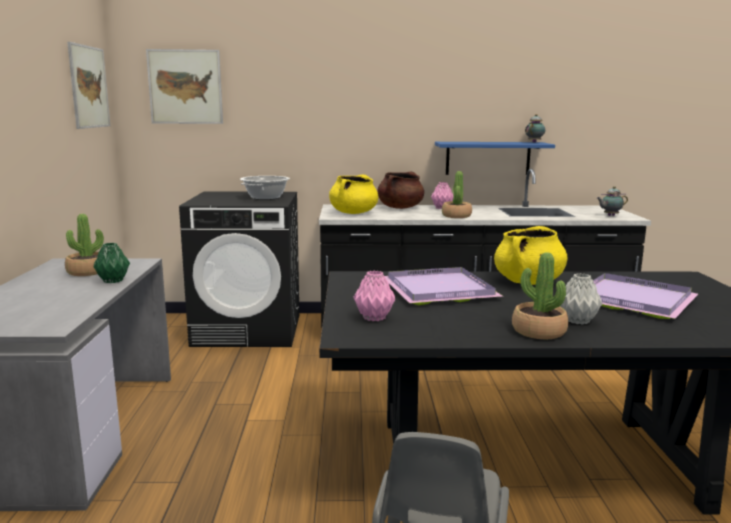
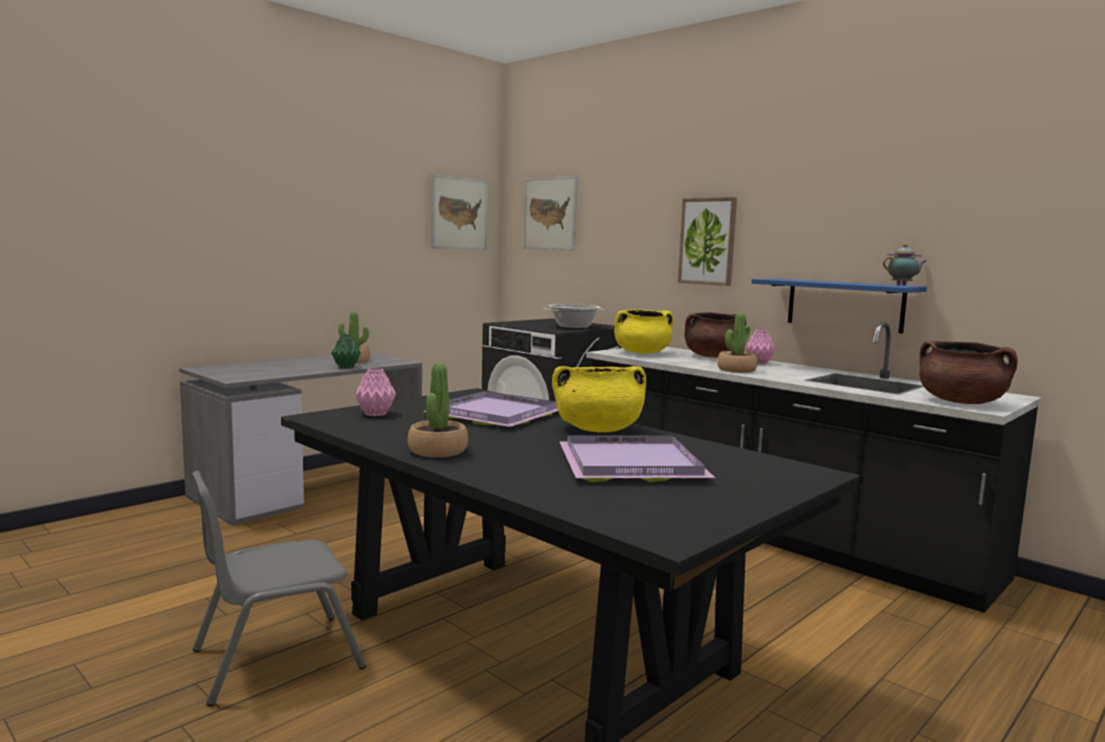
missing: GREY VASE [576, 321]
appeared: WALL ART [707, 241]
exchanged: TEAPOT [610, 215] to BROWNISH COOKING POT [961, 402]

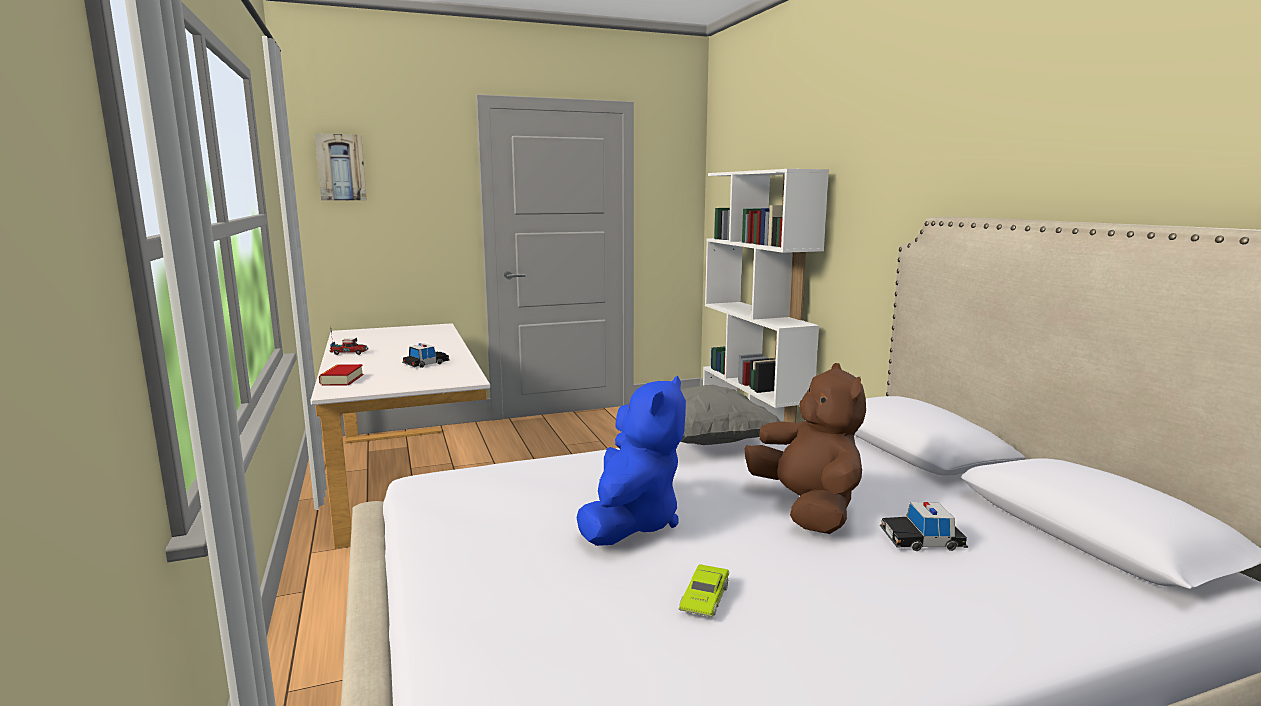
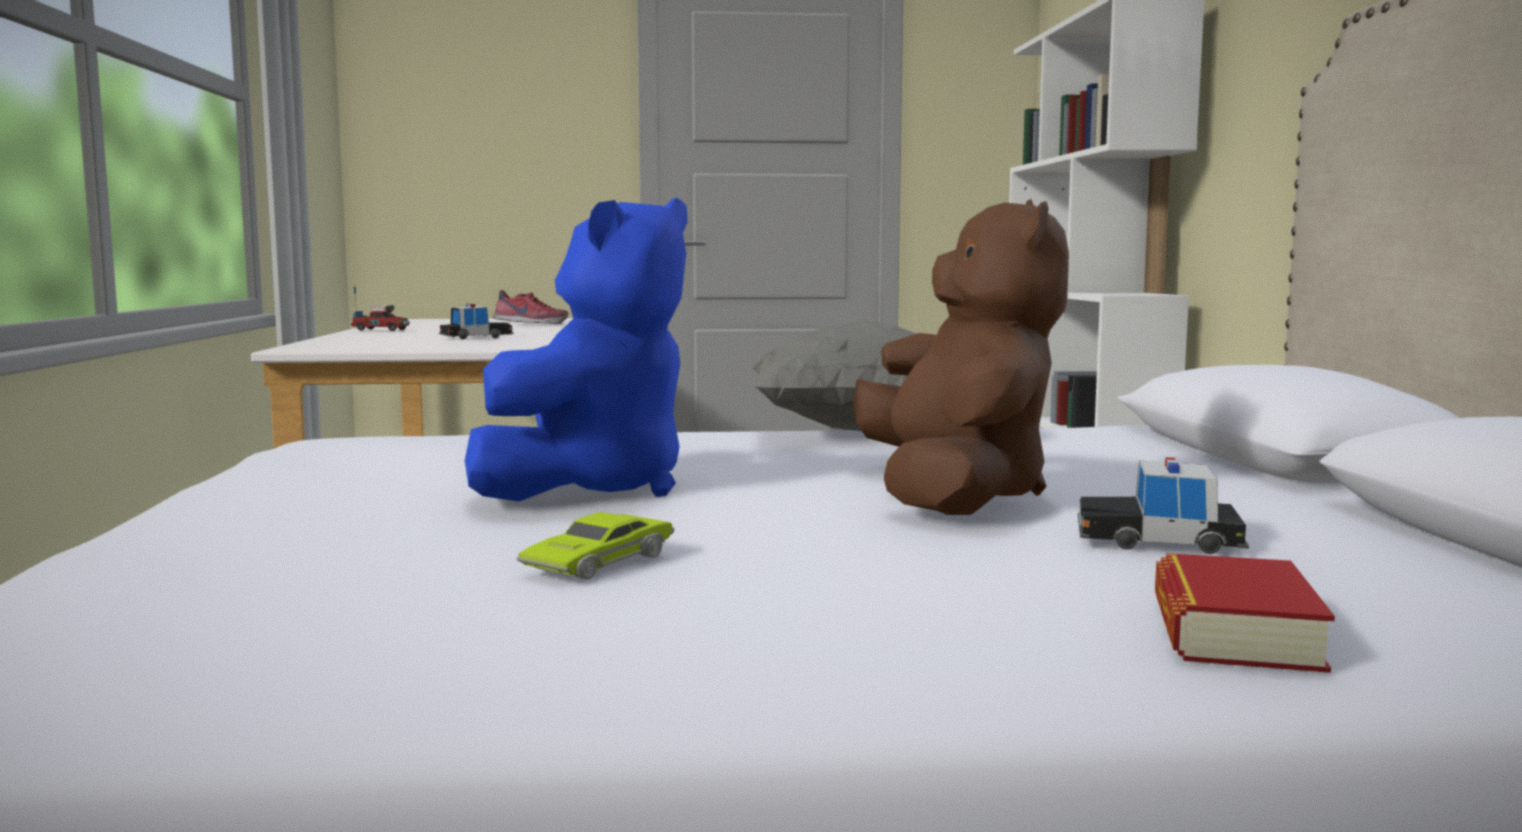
missing: WALL ART [341, 167]
appeared: SHOE [529, 323]
relocated: VOLUME [342, 379] to [1234, 632]

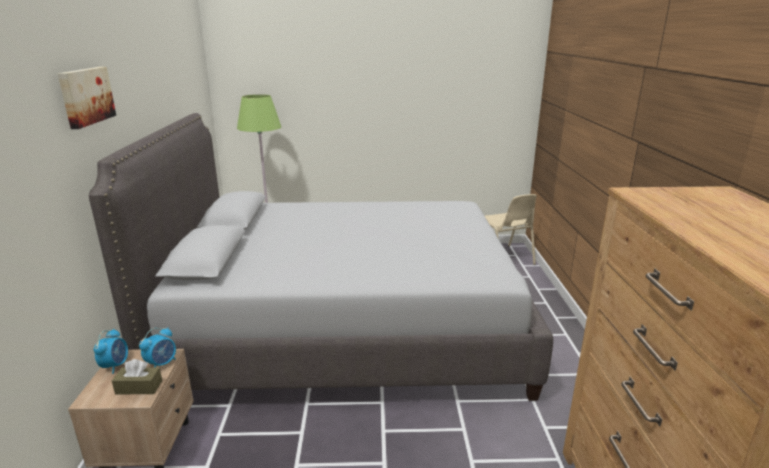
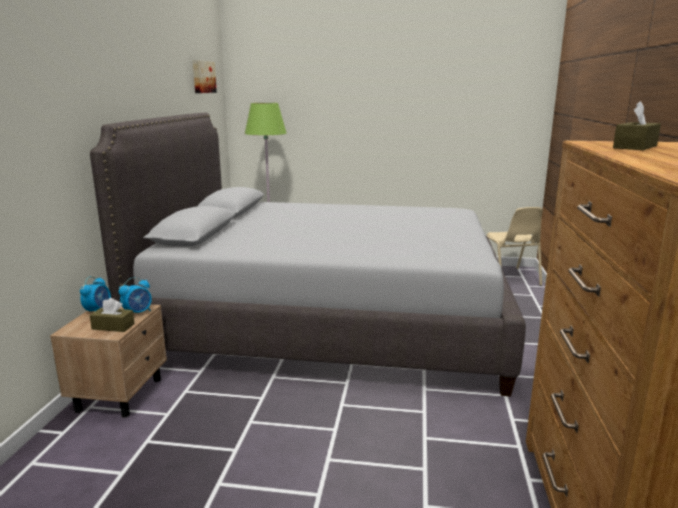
appeared: BROWNISH TISSUE BOX [635, 147]
relocated: WALL ART [85, 96] to [203, 77]

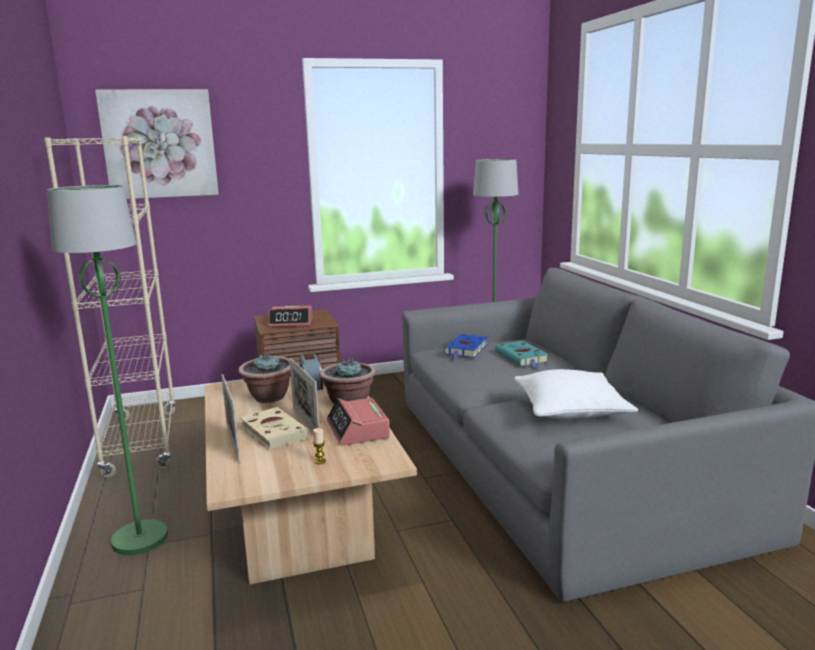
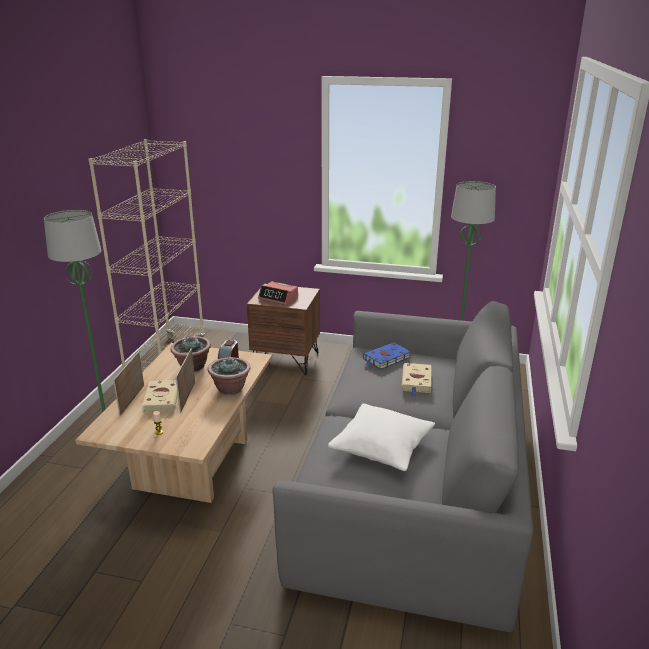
missing: WALL ART [159, 144]; BEDSIDE CLOCK [358, 430]
colour: TURQUOISE-COLOURED VOLUME [522, 358] to BEIGE-COLOURED VOLUME [416, 381]

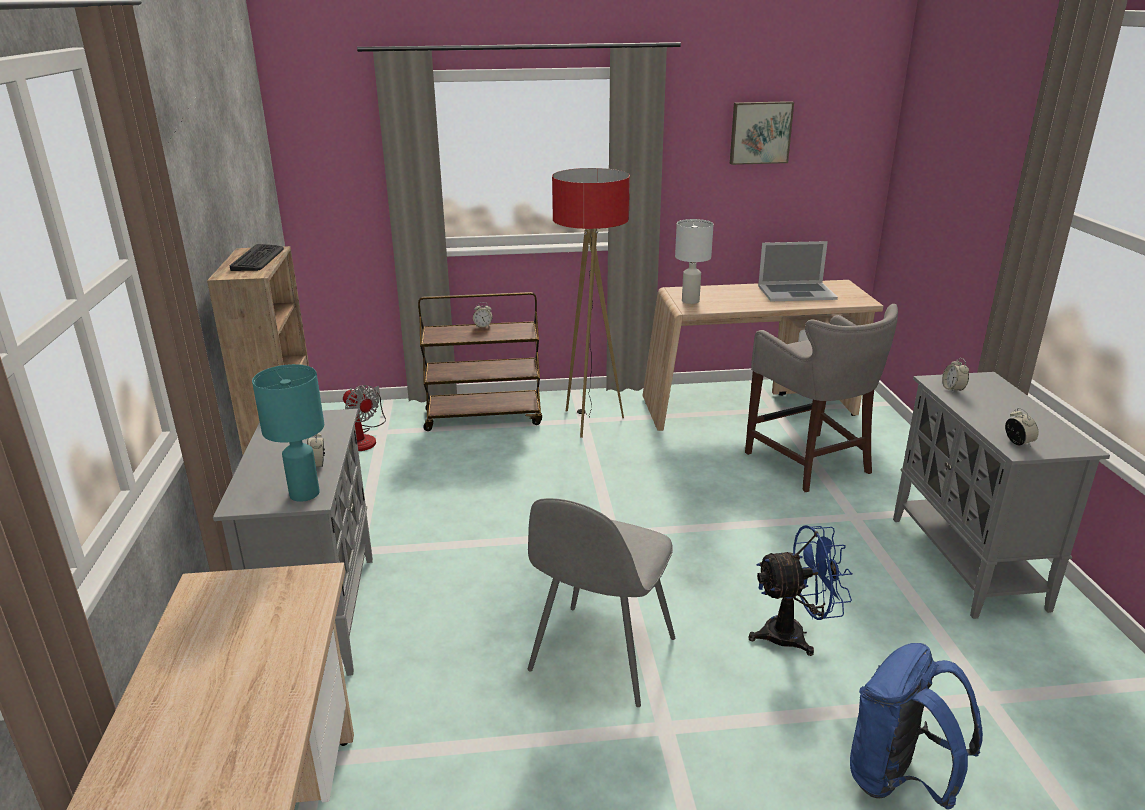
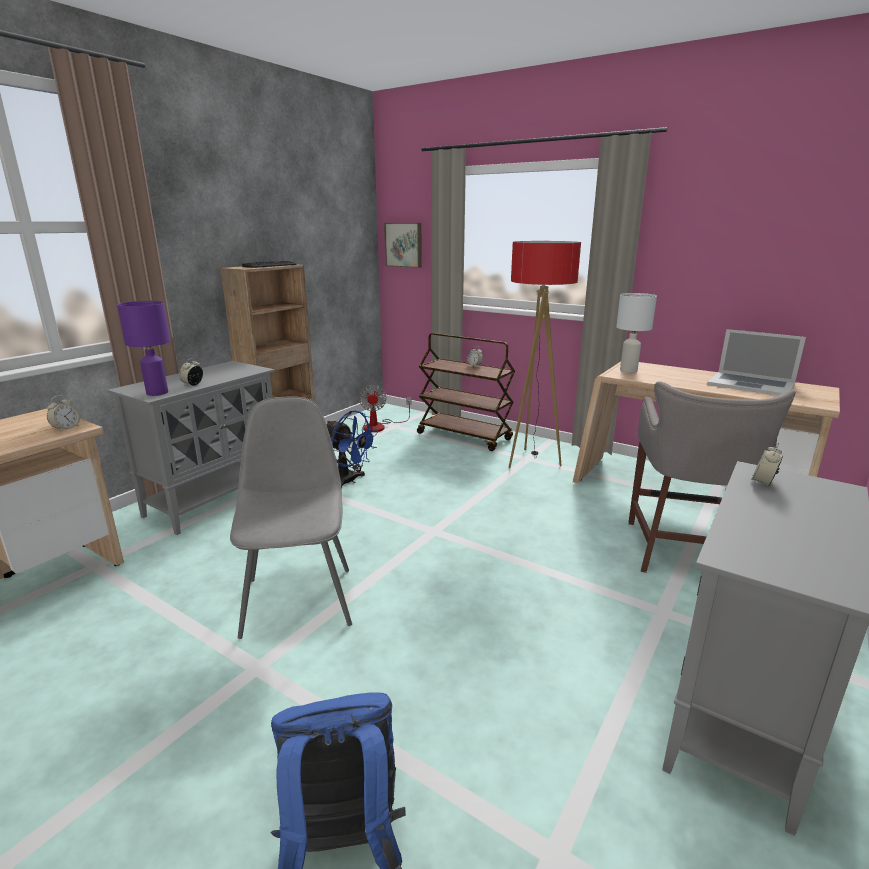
relocated: WALL ART [760, 132] to [404, 244]; BLUE COOLING FAN [794, 634] to [349, 481]; BEDSIDE CLOCK [1018, 443] to [66, 428]
colour: TURQUOISE-COLOURED LAMP FOR A TABLE [305, 493] to PURPLE-COLOURED LAMP FOR A TABLE [158, 393]
spun: GREY UPRIGHT CHAIR [601, 657] = [298, 599] 105 degrees clockwise

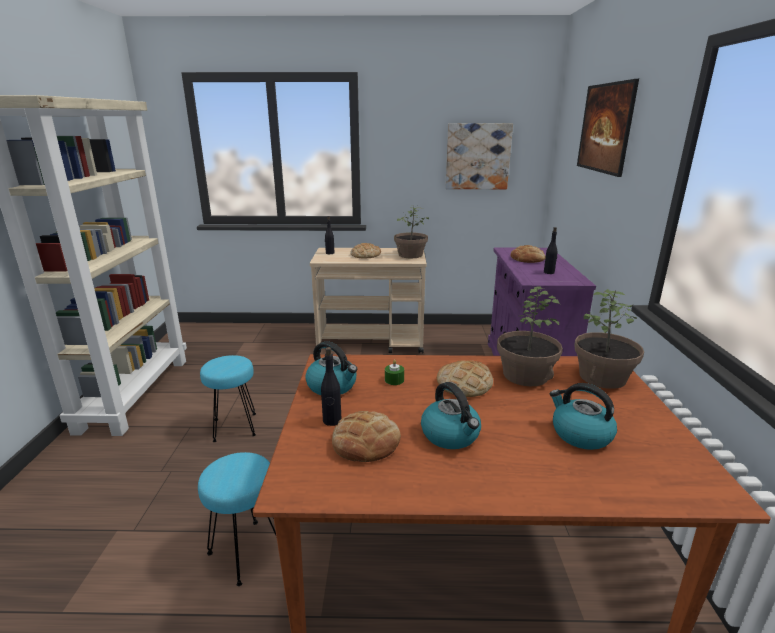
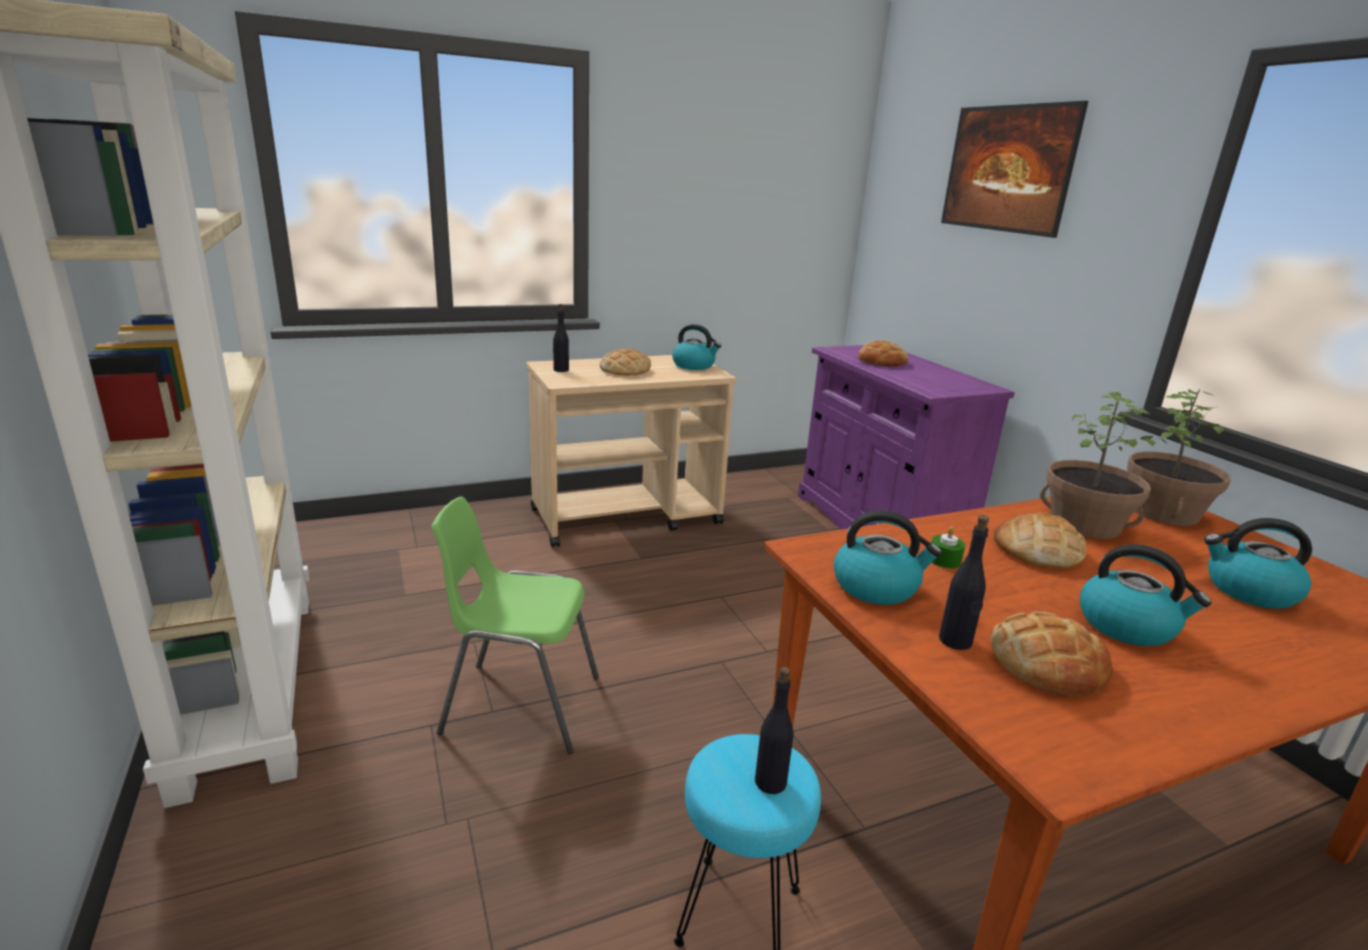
missing: WALL ART [477, 156]
relocated: BLACKISH BEVERAGE BOTTLE [549, 272] to [771, 782]
exchanged: TURQUOISE-COLOURED STOOL SEAT [235, 427] to GREEN UPRIGHT CHAIR [520, 704]; HOUSEPLANT [410, 255] to KETTLE [694, 365]

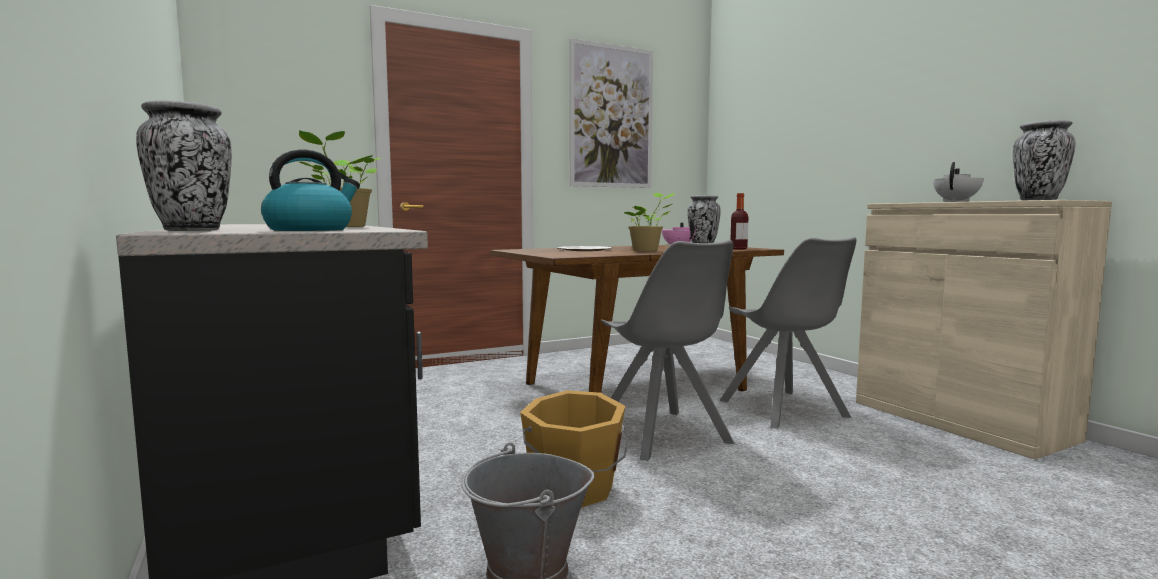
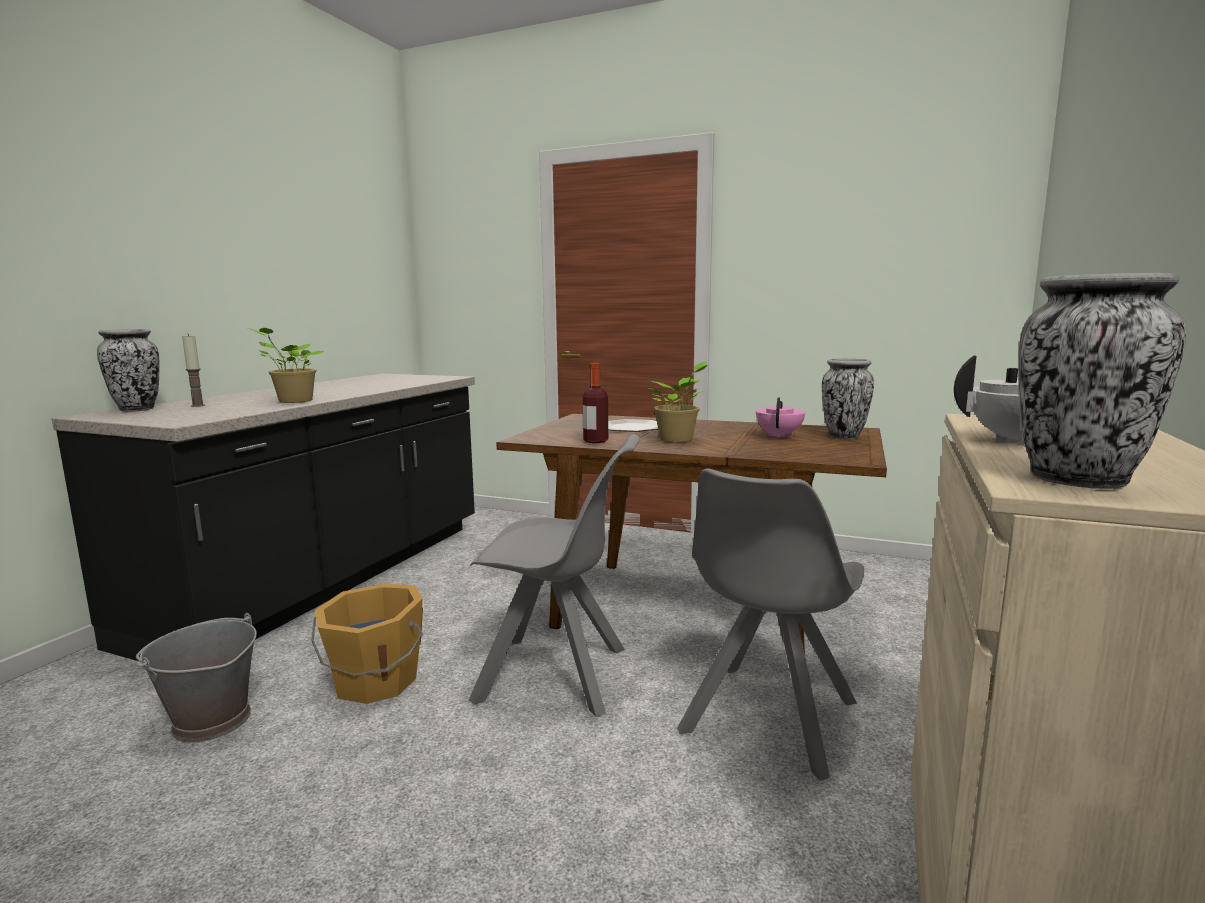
missing: KETTLE [311, 230]; WALL ART [611, 117]
appeared: WAX LIGHT [198, 406]
relocated: BEVERAGE BOTTLE [738, 249] to [595, 441]
spun: GREY UPRIGHT CHAIR [663, 436] = [557, 675] 105 degrees counterclockwise

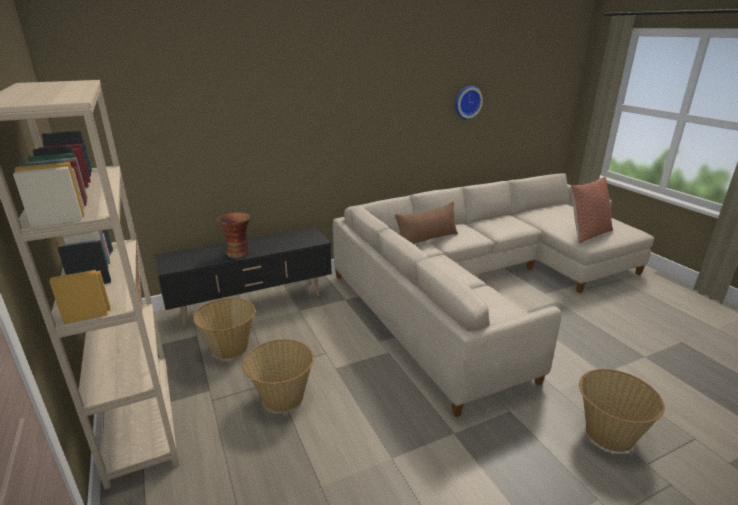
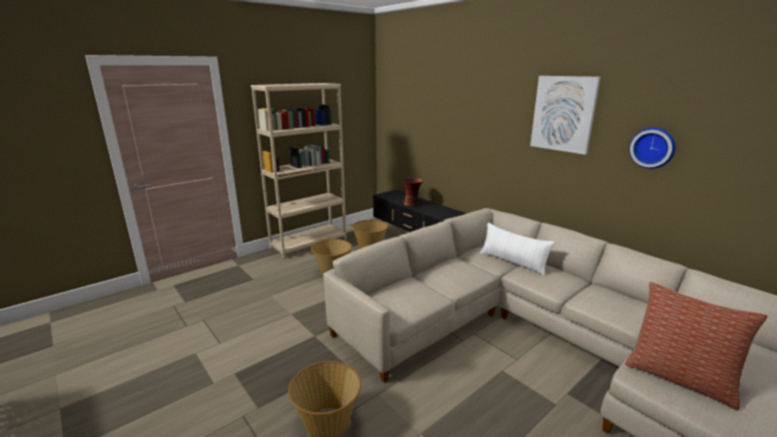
appeared: WALL ART [563, 114]
colour: BROWNISH CUSHION [427, 239] to WHITE CUSHION [513, 262]

